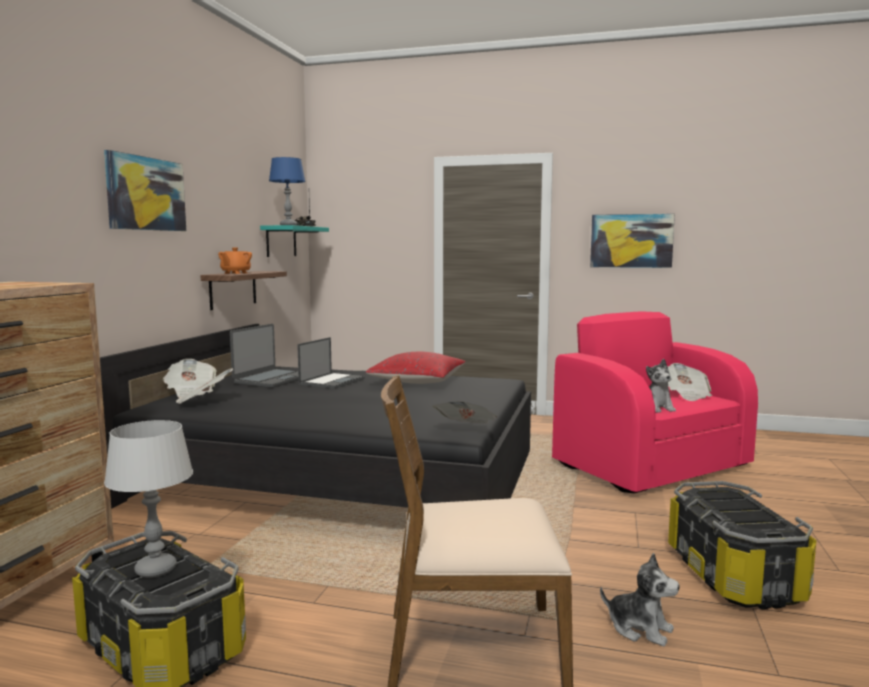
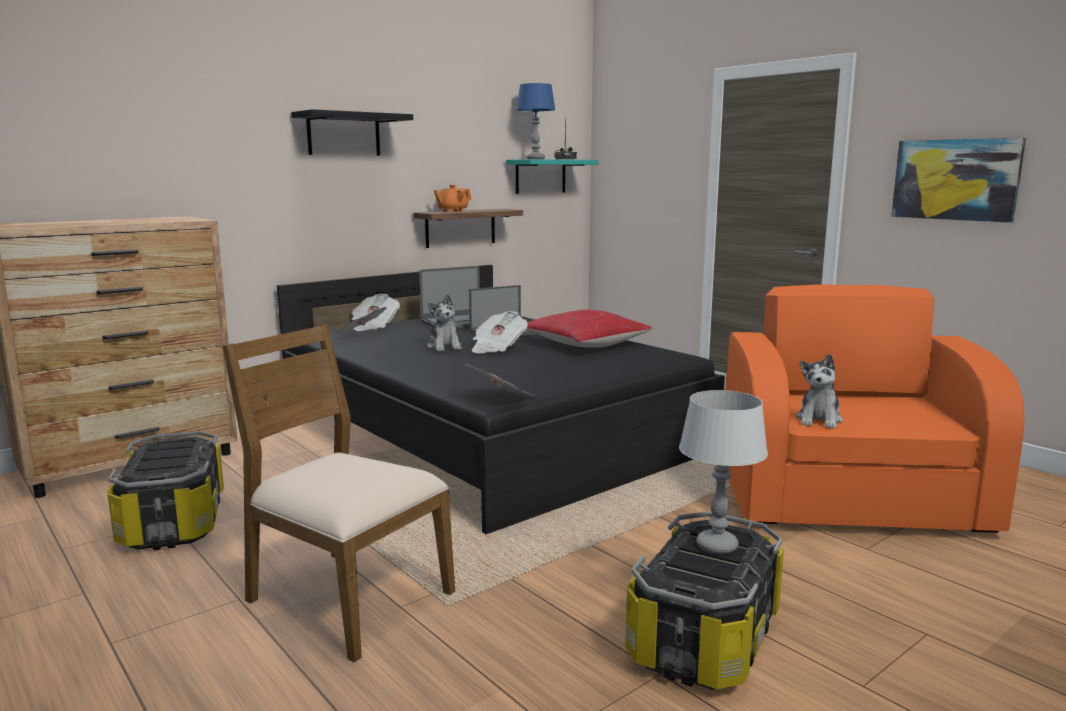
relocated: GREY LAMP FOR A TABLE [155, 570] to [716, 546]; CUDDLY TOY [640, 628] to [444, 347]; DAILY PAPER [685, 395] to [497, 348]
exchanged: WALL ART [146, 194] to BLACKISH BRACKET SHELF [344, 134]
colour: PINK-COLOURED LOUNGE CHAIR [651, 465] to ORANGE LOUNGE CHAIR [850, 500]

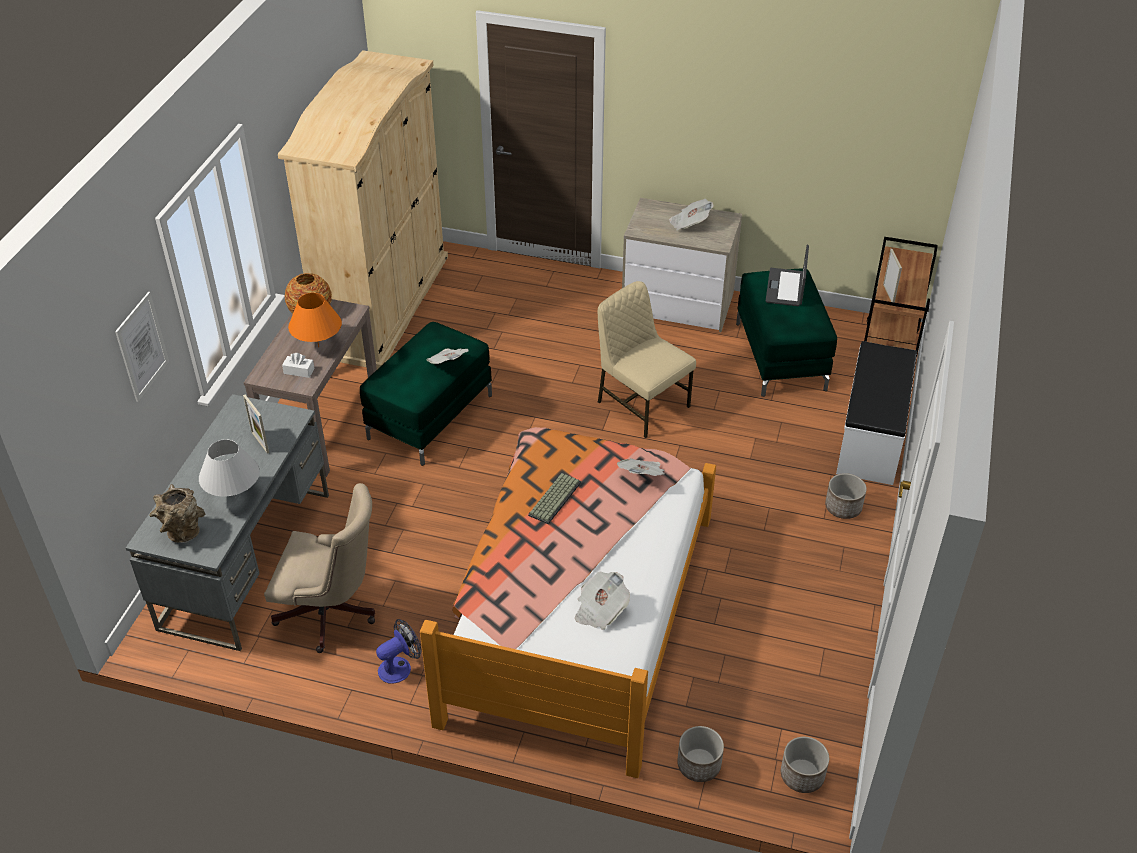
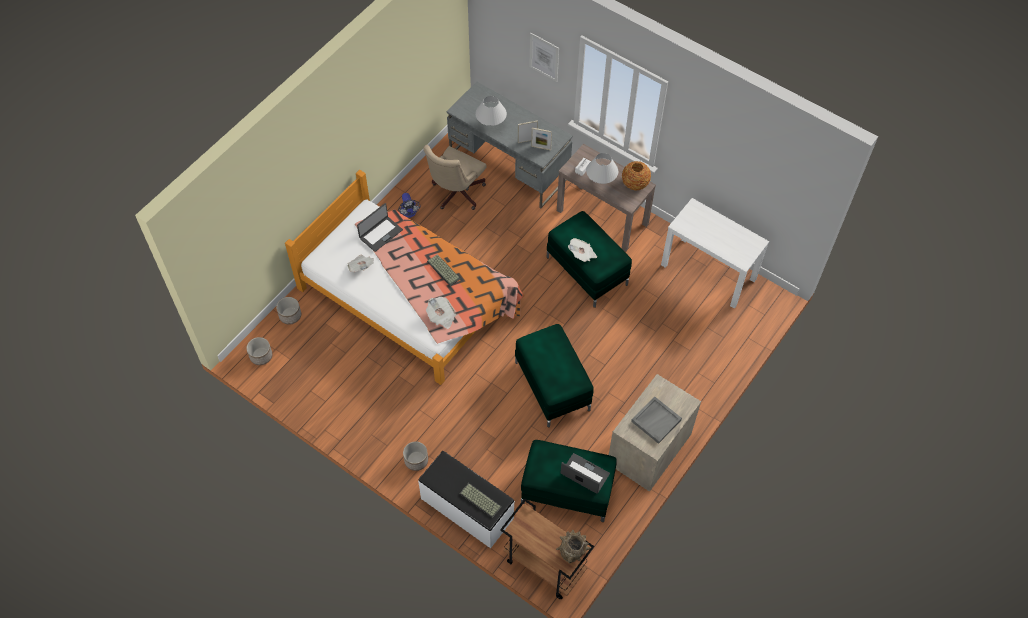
appeared: NOTEBOOK COMPUTER [380, 234]; KEYBOARD [479, 500]
relocated: BROWNISH VASE [182, 532] to [572, 552]; PICTURE FRAME [888, 294] to [541, 148]
exchanged: BEIGE-COLOURED WARDROBE [383, 304] to WHITE NARROW TABLE [708, 272]; BEIGE-COLOURED UPRIGHT CHAIR [641, 404] to GREEN OTTOMAN [553, 386]; DAILY PAPER [689, 224] to GREY CARRYING TRAY [656, 420]
colour: ORANGE LAMP FOR A TABLE [318, 347] to WHITE LAMP FOR A TABLE [601, 181]

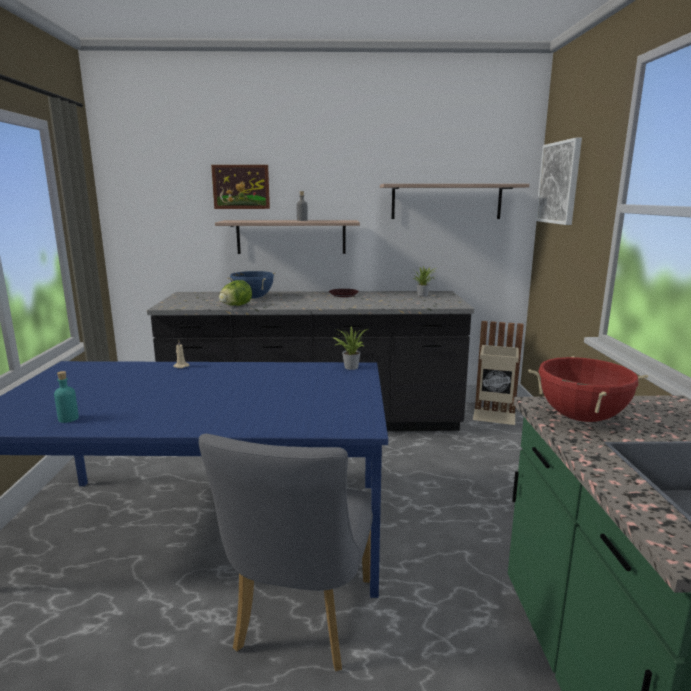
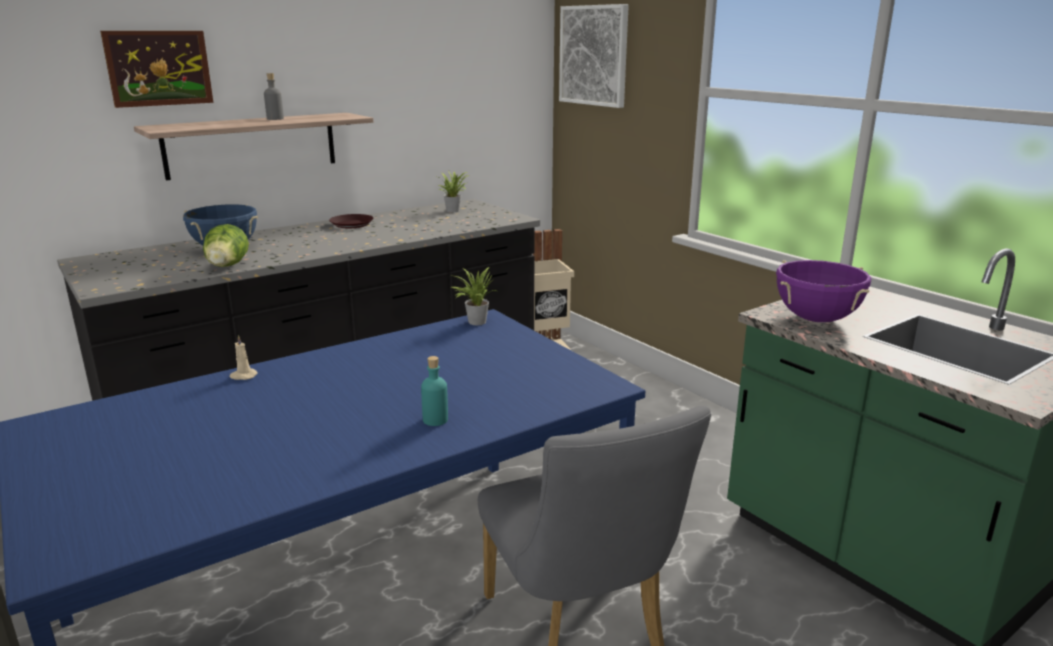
missing: BRACKET SHELF [446, 201]
relocated: TURQUOISE-COLOURED BEVERAGE BOTTLE [68, 419] to [435, 420]
colour: RED-COLOURED COOKING POT [581, 418] to PURPLE-COLOURED COOKING POT [816, 319]

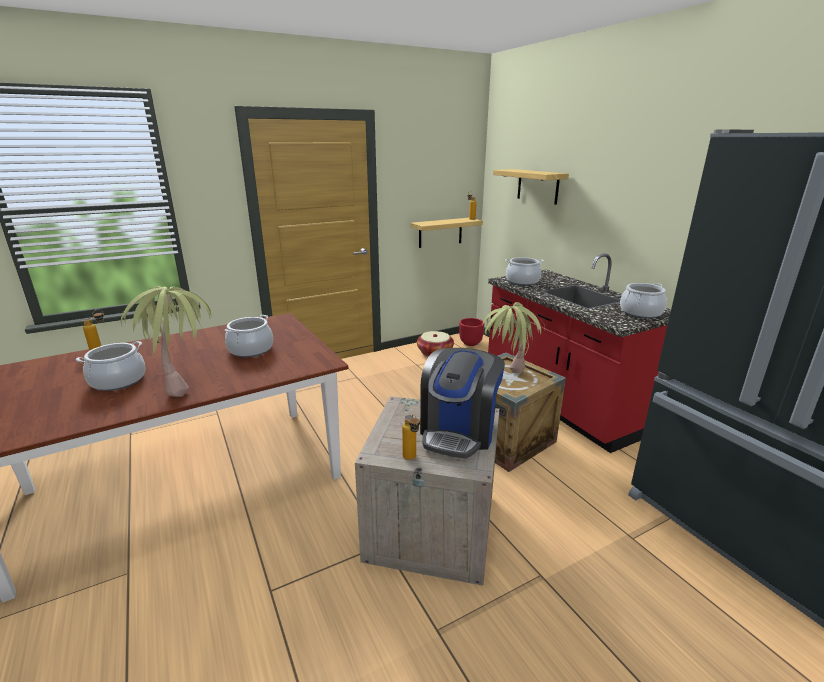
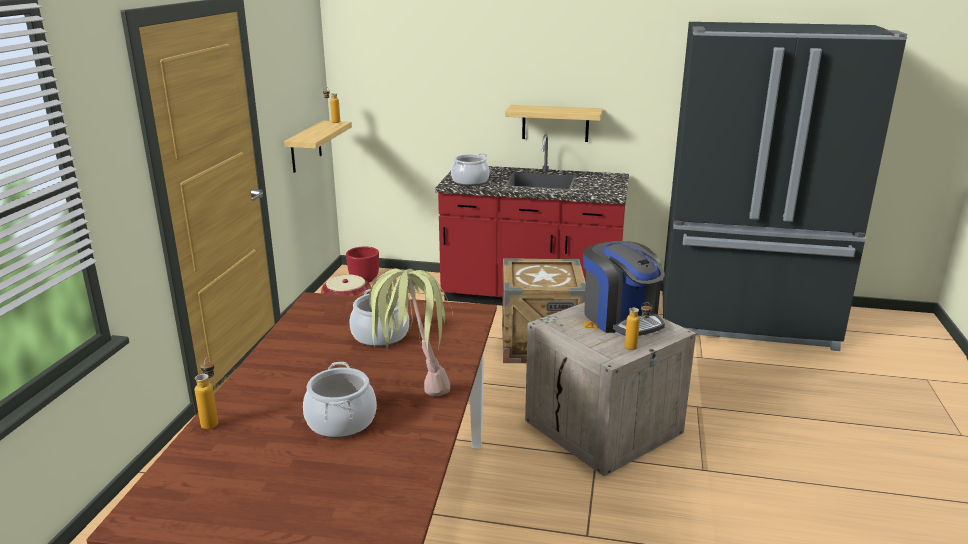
missing: HOUSEPLANT [507, 377]; COOKING POT [640, 312]
relocated: BRACKET SHELF [538, 186] to [555, 123]

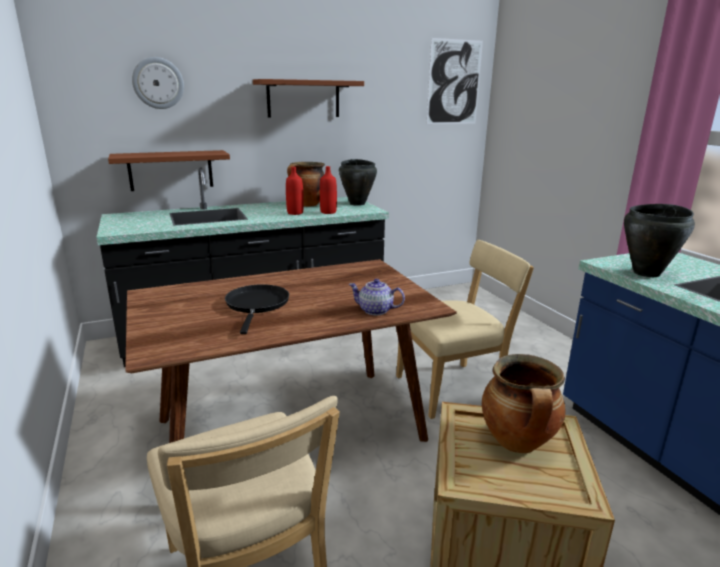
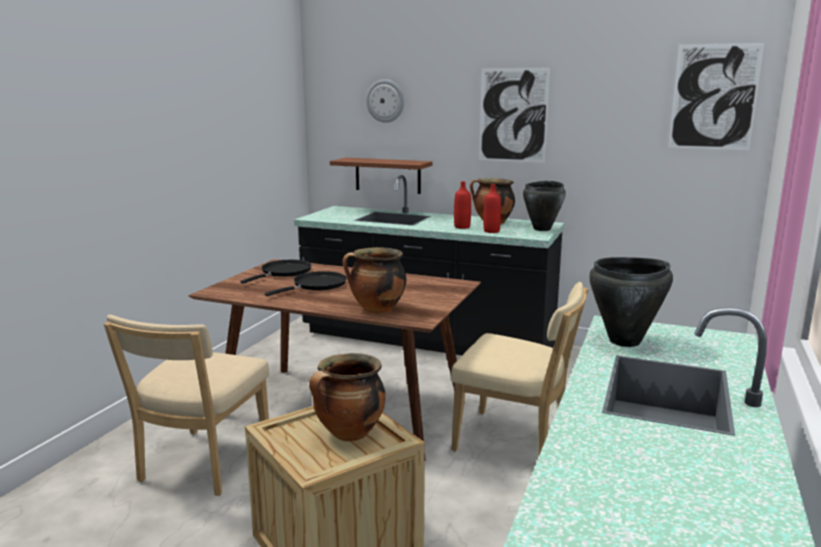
appeared: BLACKISH SKILLET [284, 272]
exchanged: BROWNISH BRACKET SHELF [303, 99] to WALL ART [513, 115]; TEAPOT [376, 310] to COOKING POT [376, 310]

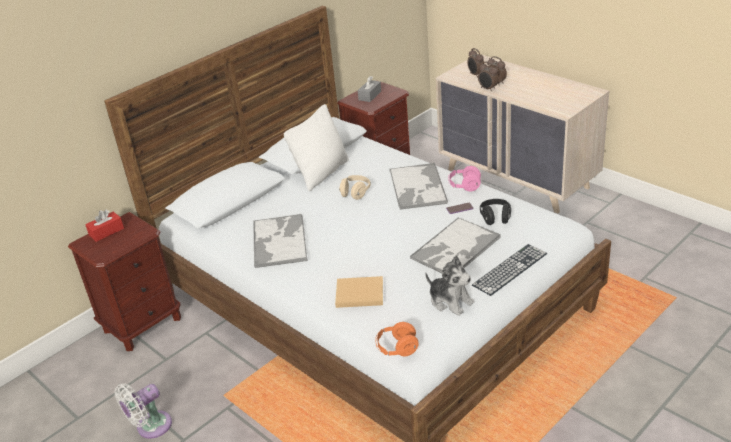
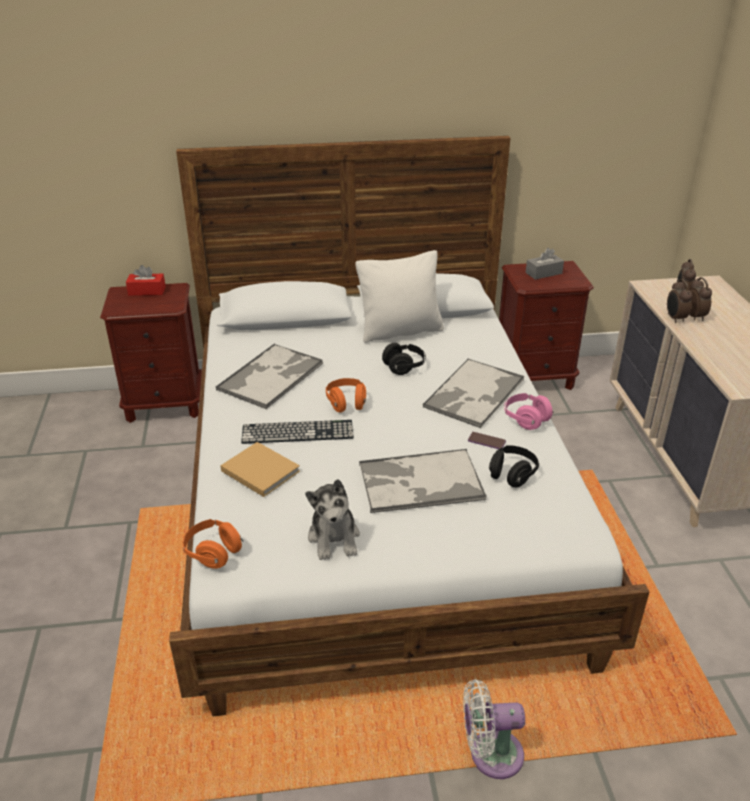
appeared: ORANGE PAIR OF HEADPHONES [346, 403]
relocated: WHITE COOLING FAN [150, 427] to [490, 754]; KEYBOARD [510, 269] to [297, 432]
colour: BEIGE-COLOURED PAIR OF HEADPHONES [355, 193] to BLACKISH PAIR OF HEADPHONES [404, 367]

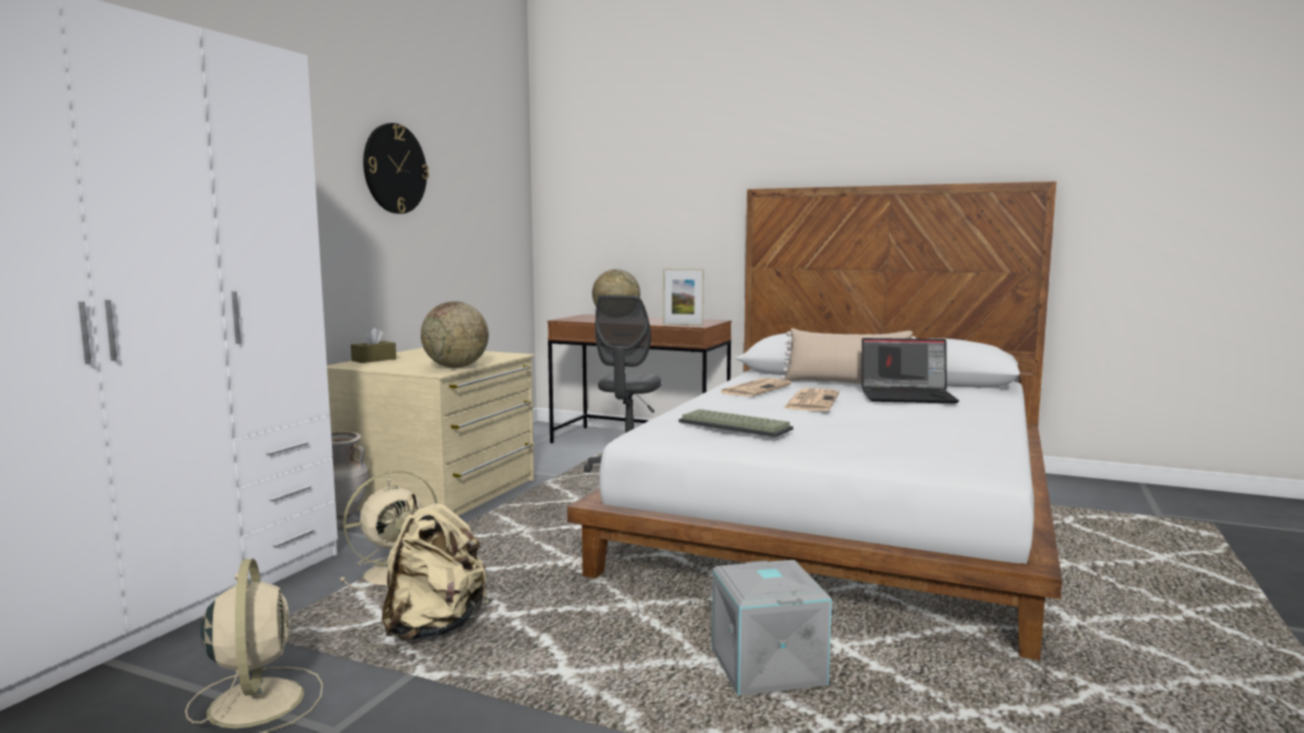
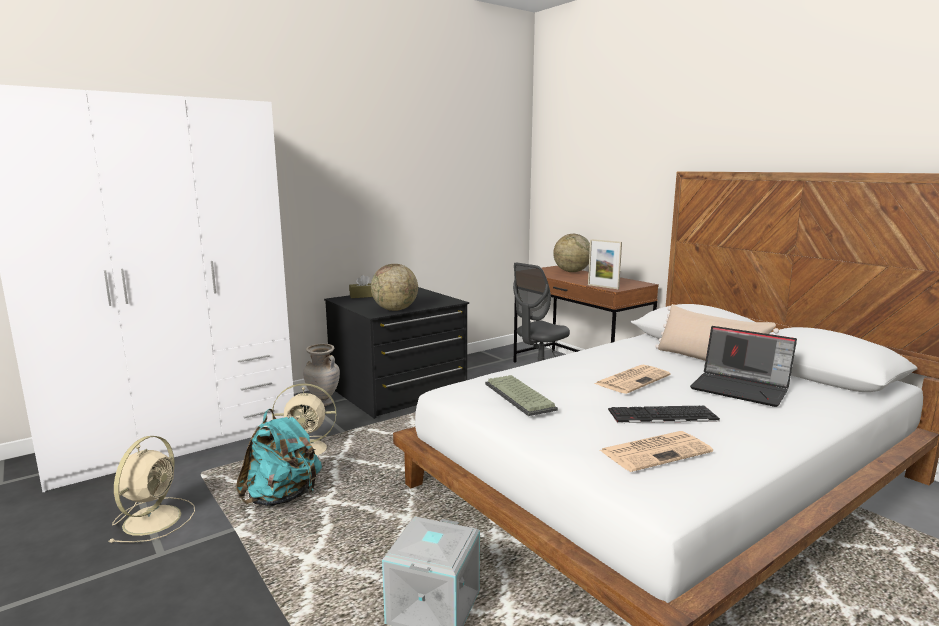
missing: HANGING CLOCK [394, 169]
appeared: KEYBOARD [661, 416]
relocated: DAILY PAPER [755, 389] to [656, 451]
colour: BEIGE-COLOURED DRESSER [439, 492] to BLACKISH DRESSER [399, 391]; BEIGE-COLOURED KNAPSACK [434, 628] to TURQUOISE-COLOURED KNAPSACK [282, 497]

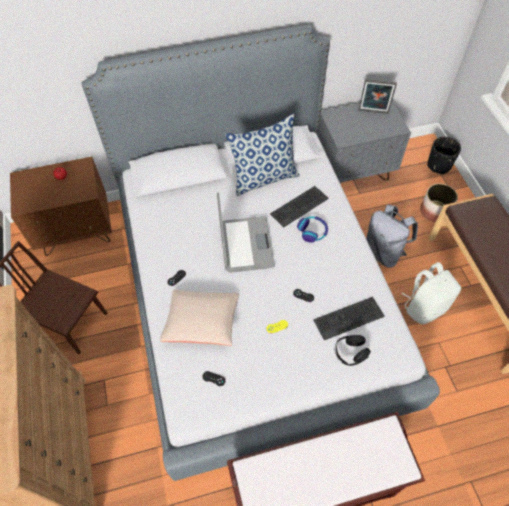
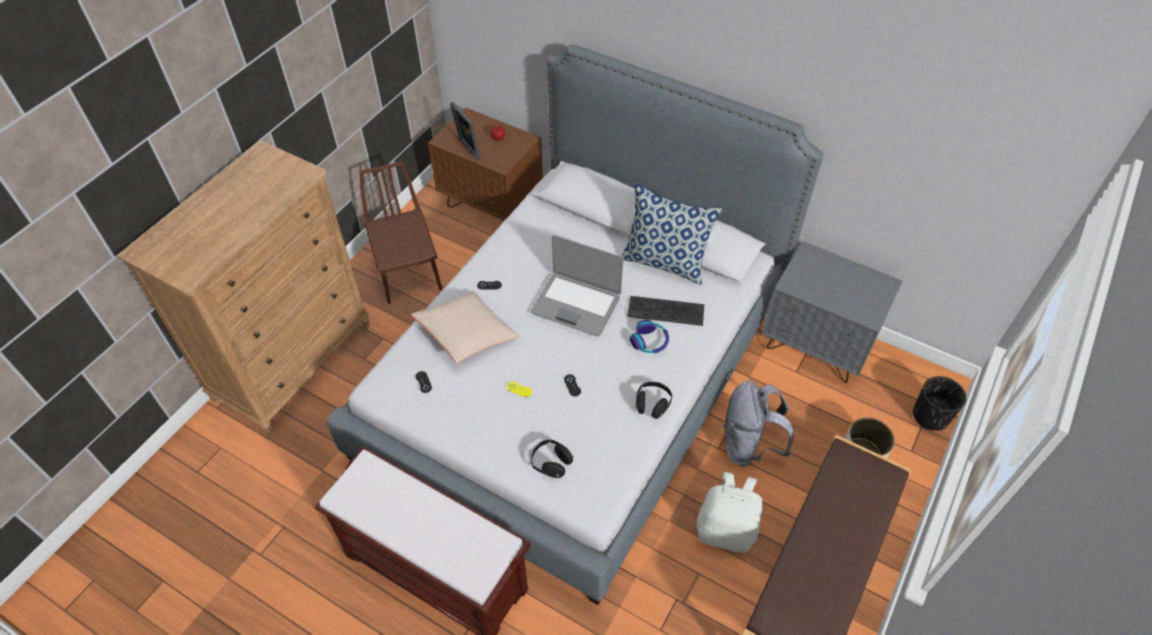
missing: KEYBOARD [348, 318]
appeared: BLACKISH PAIR OF HEADPHONES [652, 404]
relocated: PICTURE FRAME [373, 112] to [467, 150]
spun: NOTEBOOK COMPUTER [245, 244] = [576, 304] 75 degrees clockwise

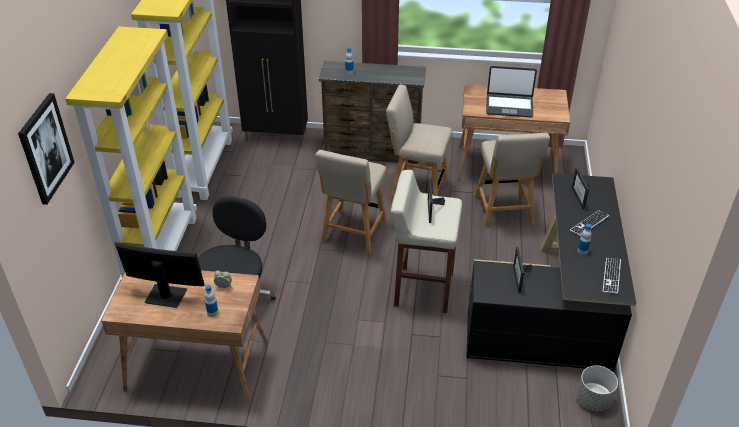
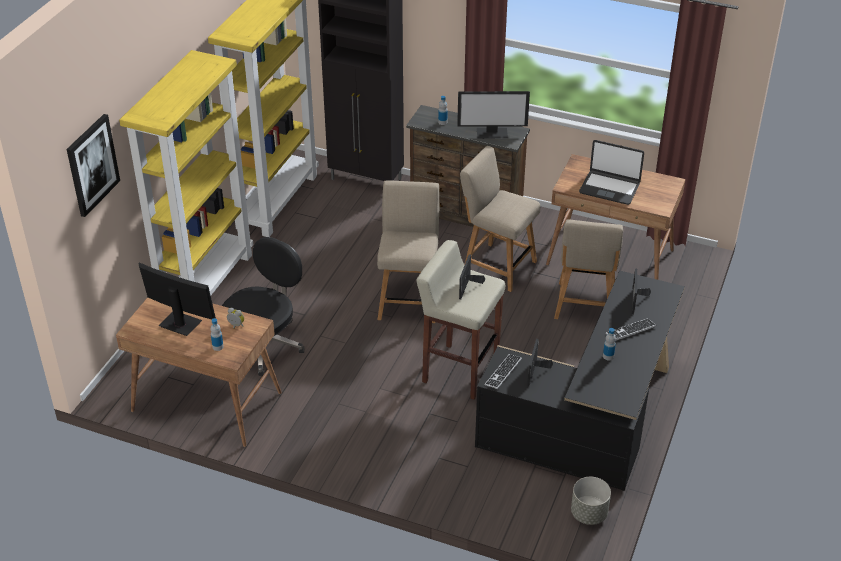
appeared: MONITOR [492, 133]
relocated: KEYBOARD [611, 276] to [503, 372]
spun: BEIGE-COLOURED UPRIGHT CHAIR [353, 233] = [409, 300] 150 degrees clockwise

